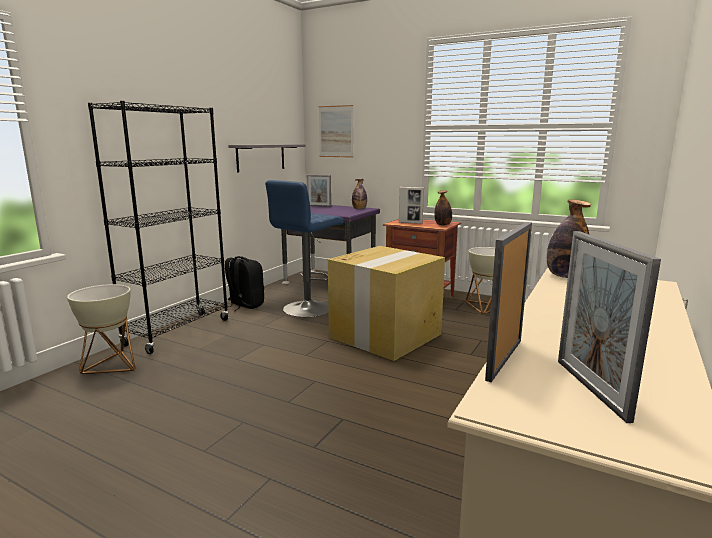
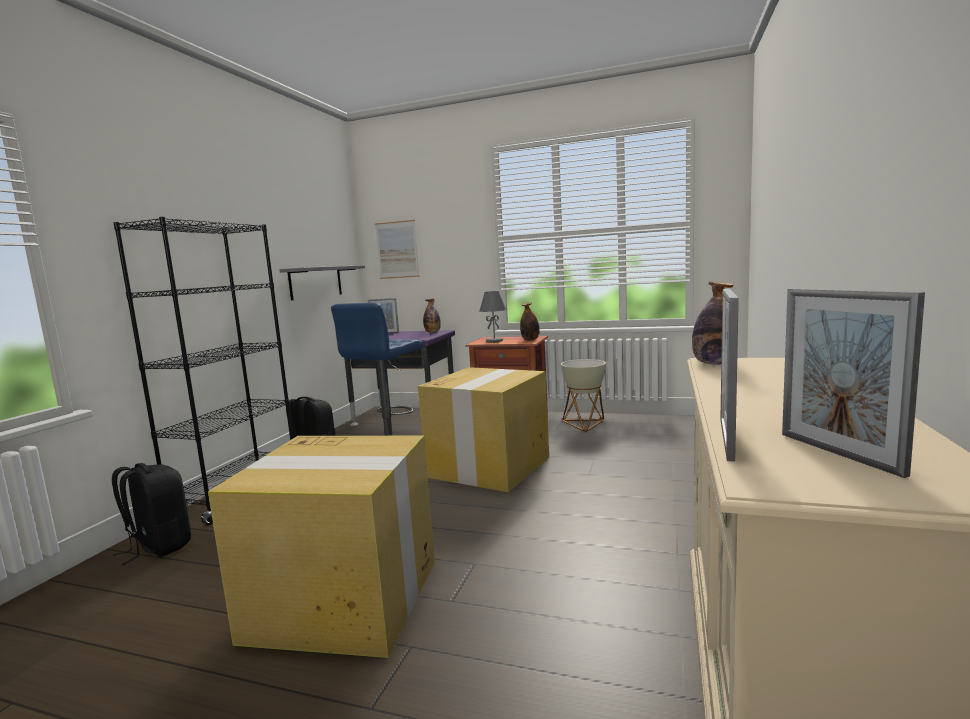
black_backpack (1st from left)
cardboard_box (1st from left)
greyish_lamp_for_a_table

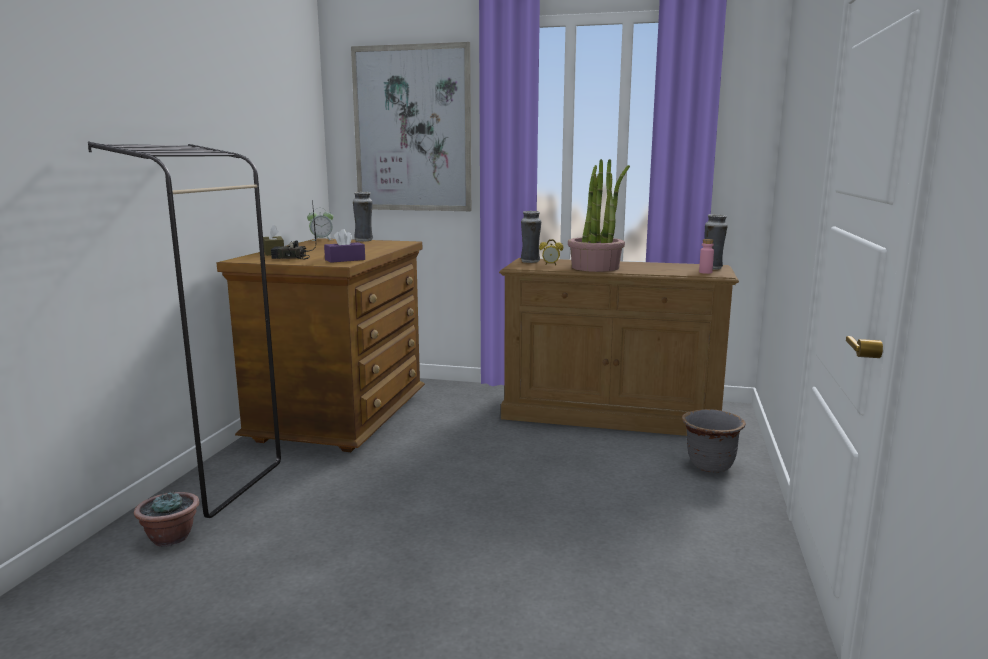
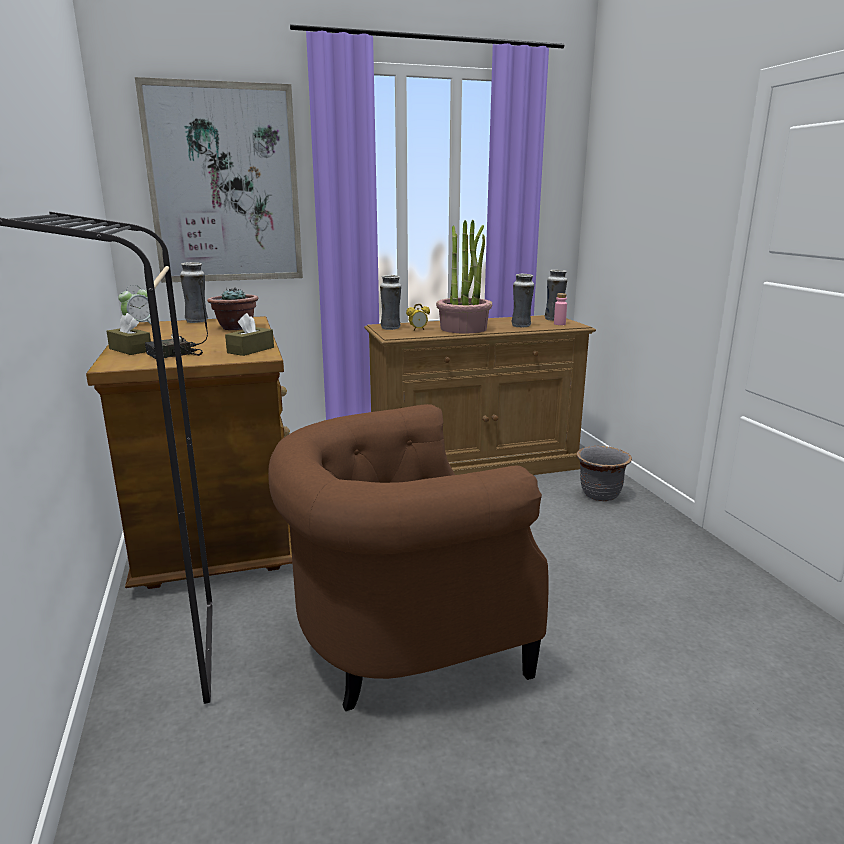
houseplant (1st from left)
brown_tissue_holder (2nd from left)
brown_armchair
decorative_vase (3rd from left)

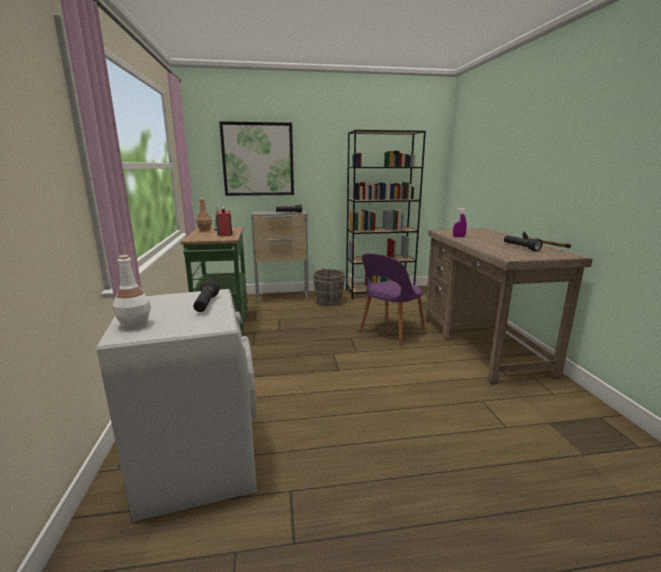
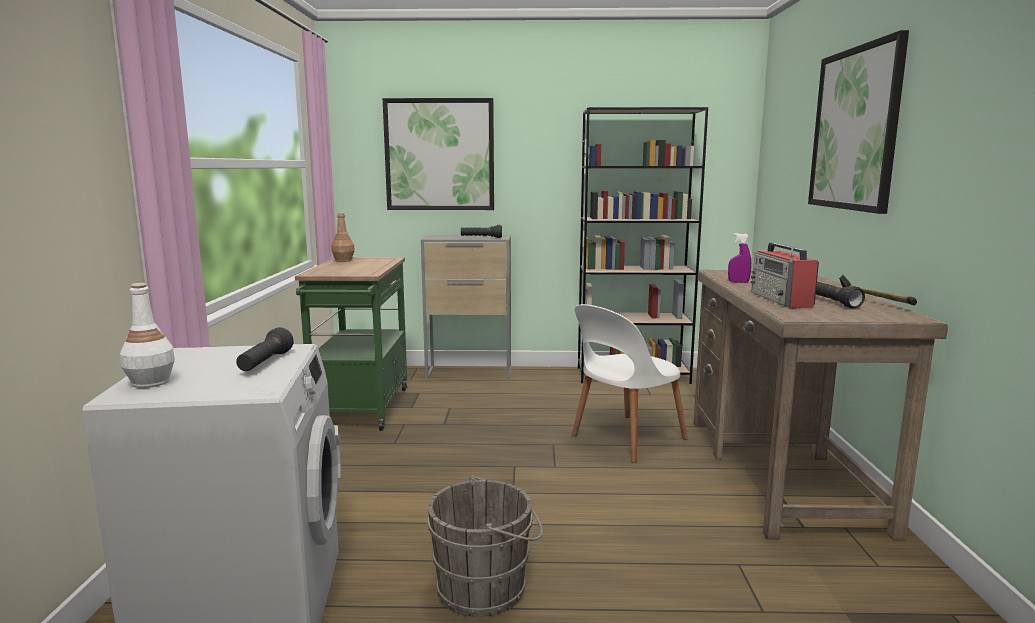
greyish_water_bucket
white_upright_chair
radio
wall_art (2nd from left)

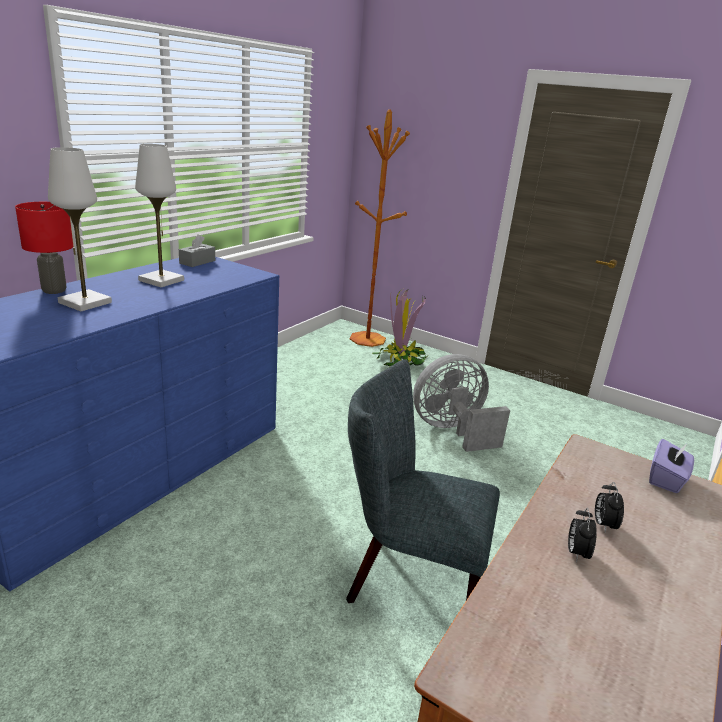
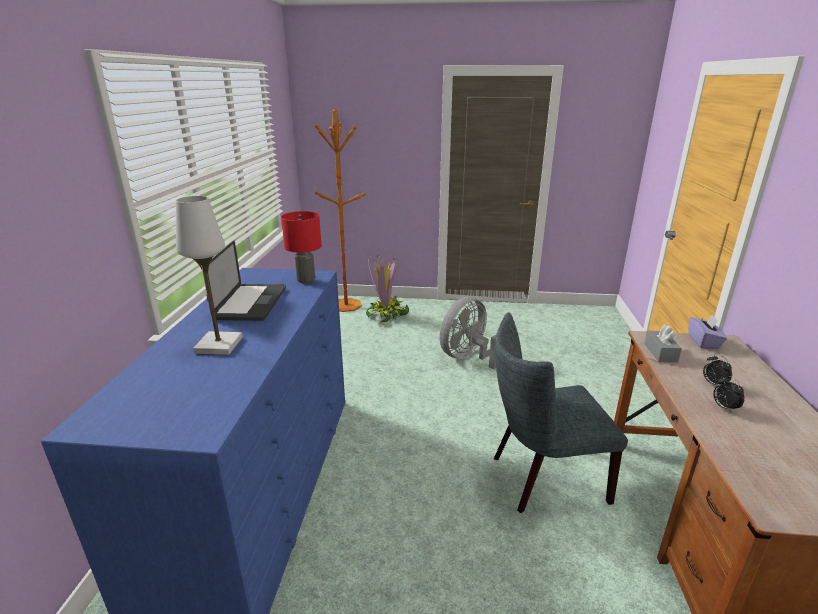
laptop
red_lamp_for_a_table
greyish_tissue_holder

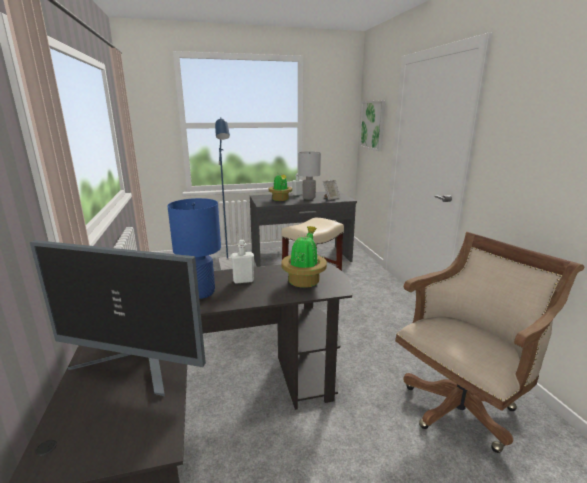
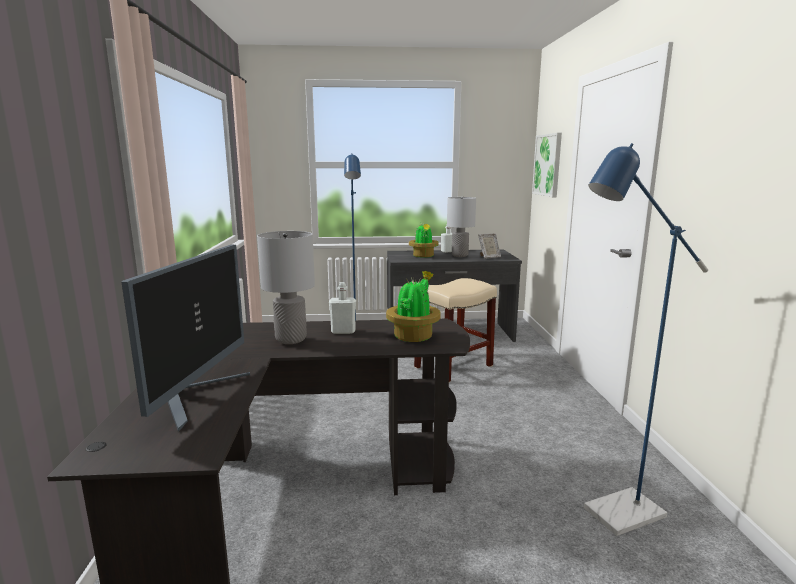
computer_screen
greyish_lamp_for_a_table (1st from left)
blue-coloured_standard_lamp (2nd from left)

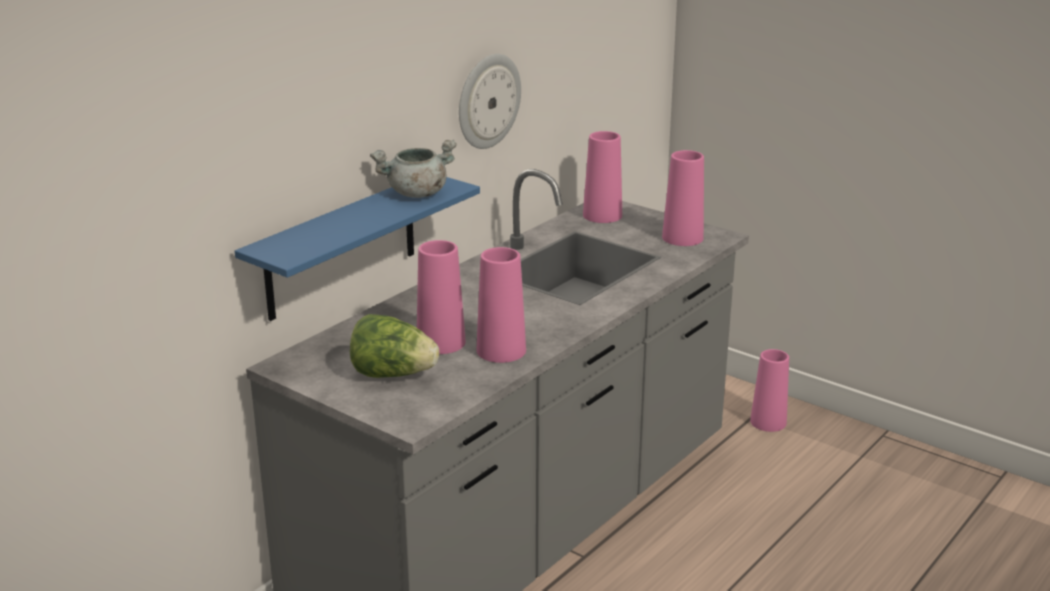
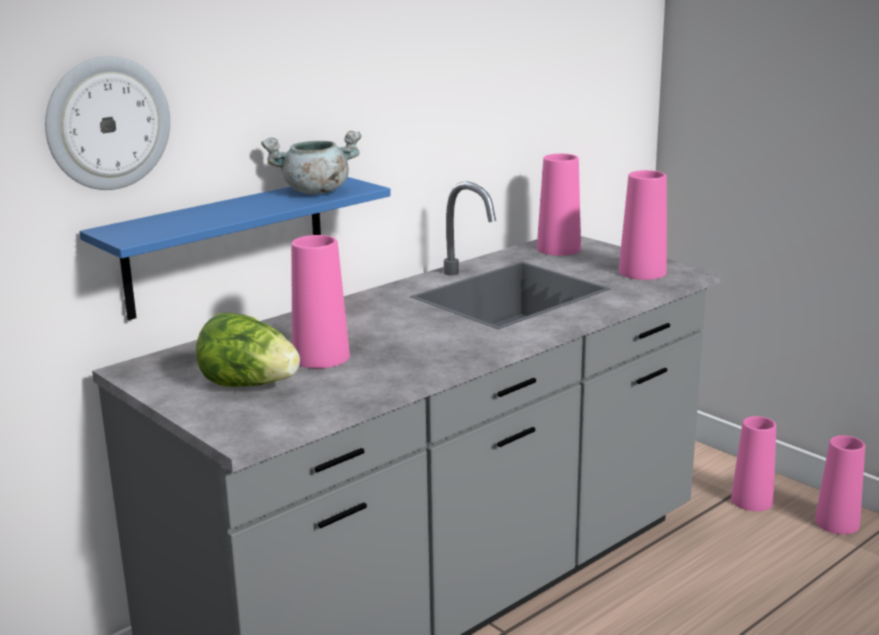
hanging_clock
pink-coloured_decorative_vase (5th from left)

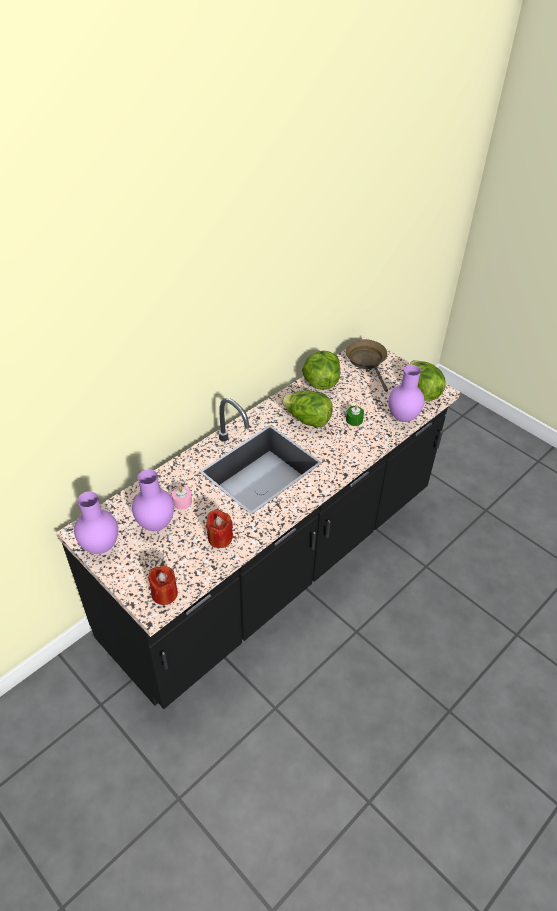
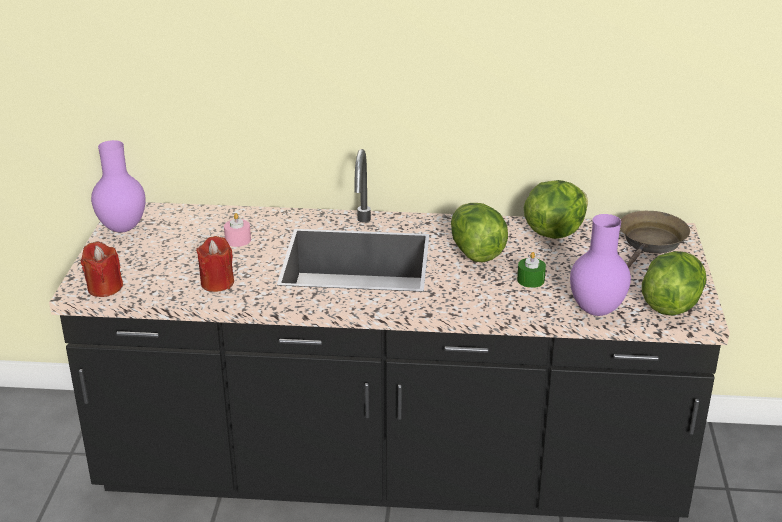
purplish_decorative_vase (2nd from left in the first image)

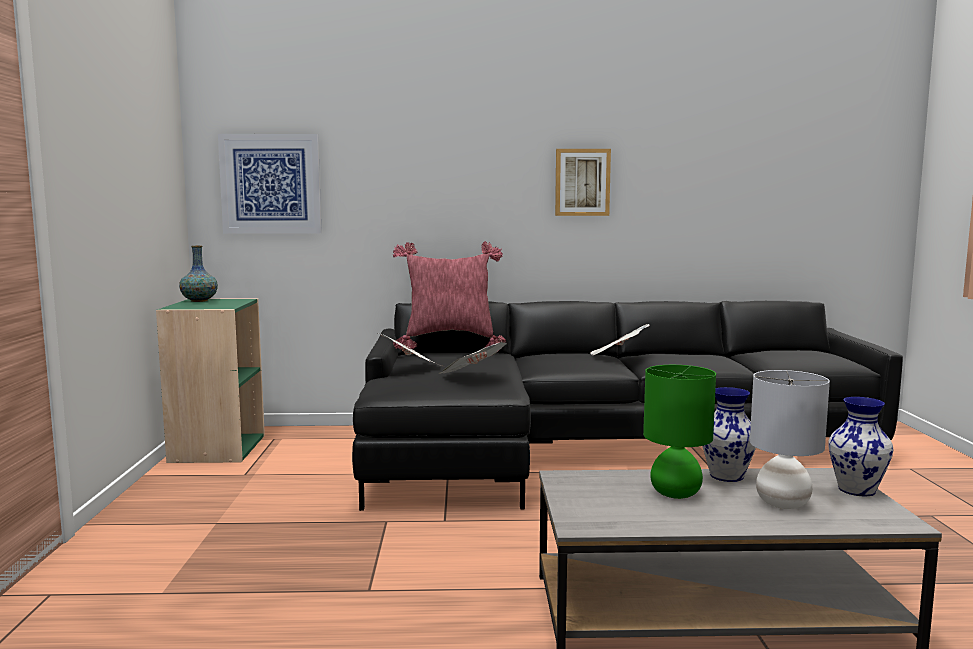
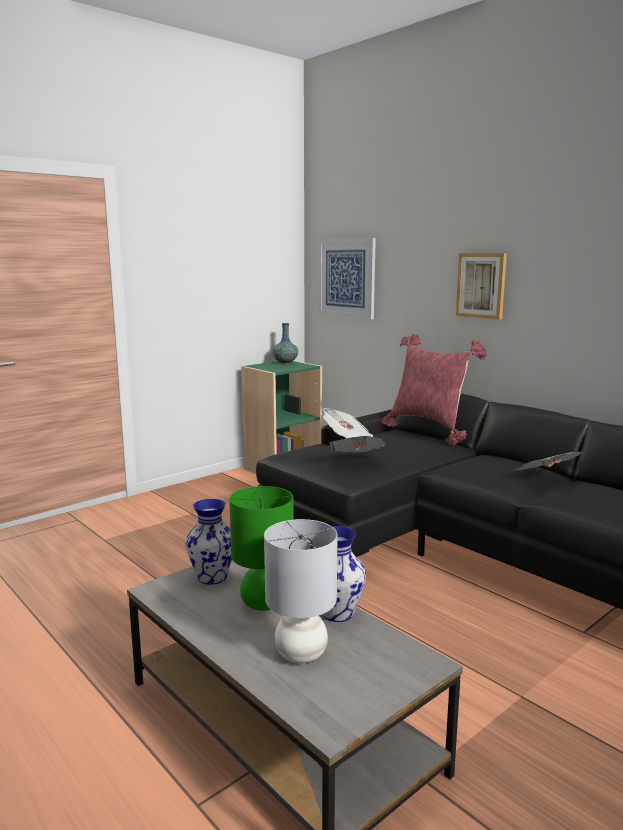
decorative_vase (1st from left)
wall_art (2nd from left)

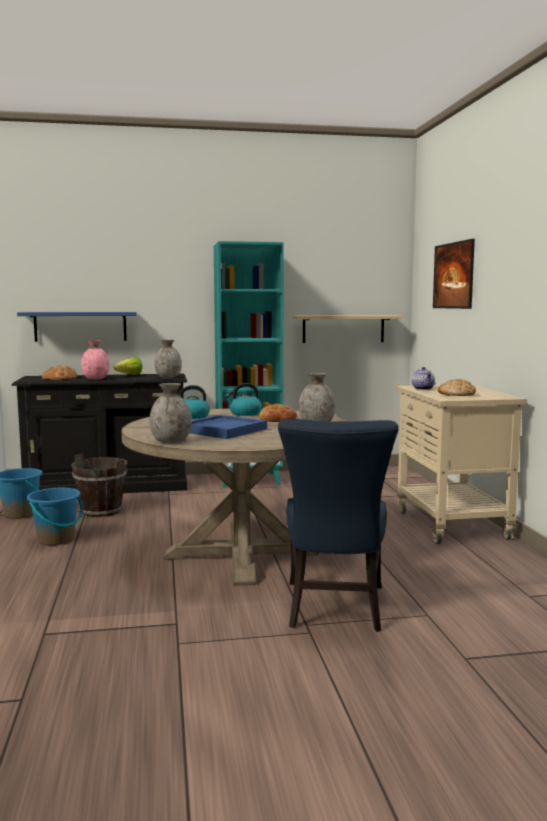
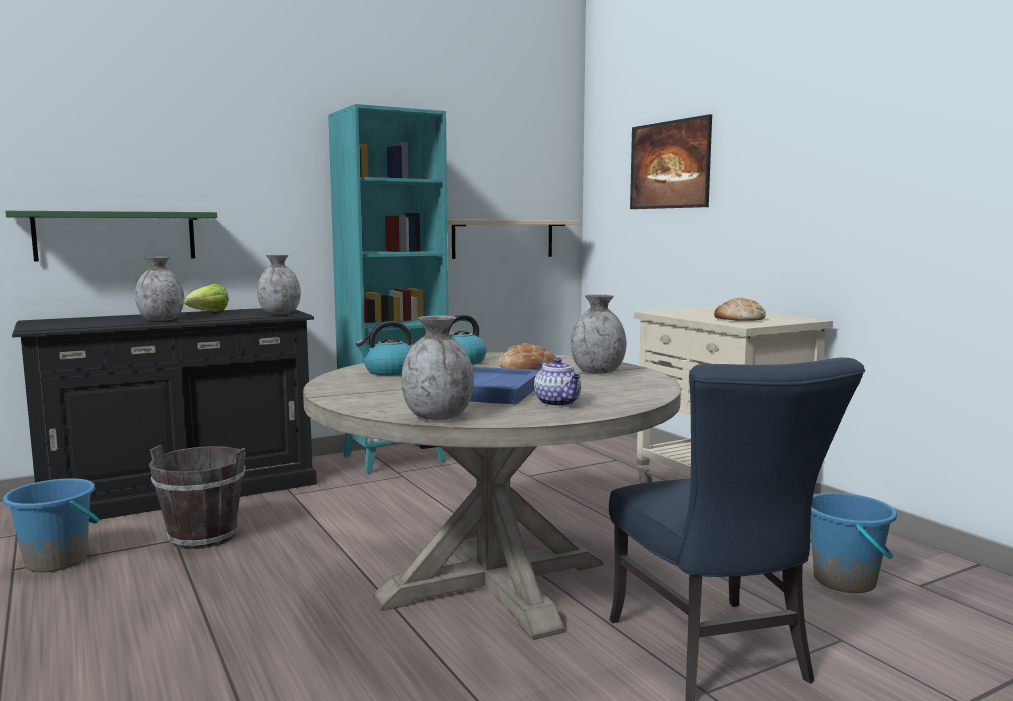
greenish_shelf
greyish_decorative_vase (1st from left)
tea_pot
blue-coloured_water_bucket (2nd from left)
bread (1st from left in the first image)

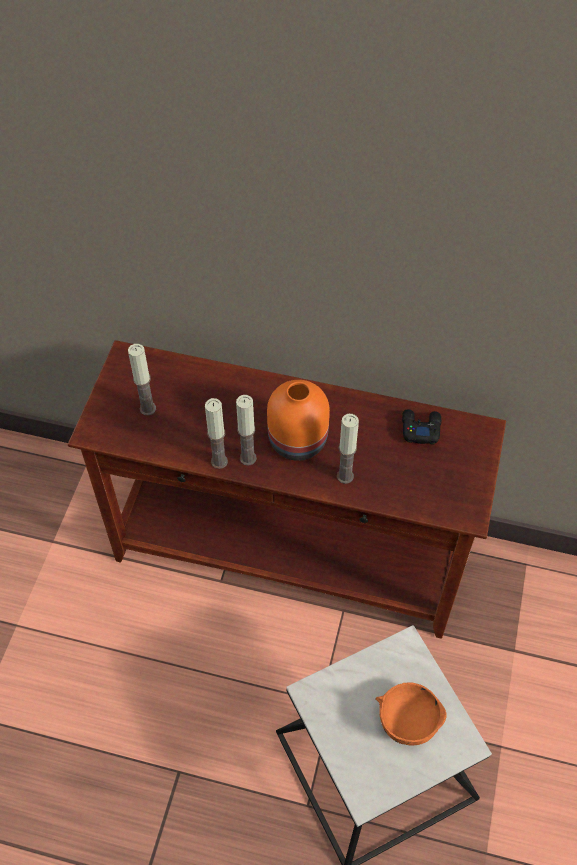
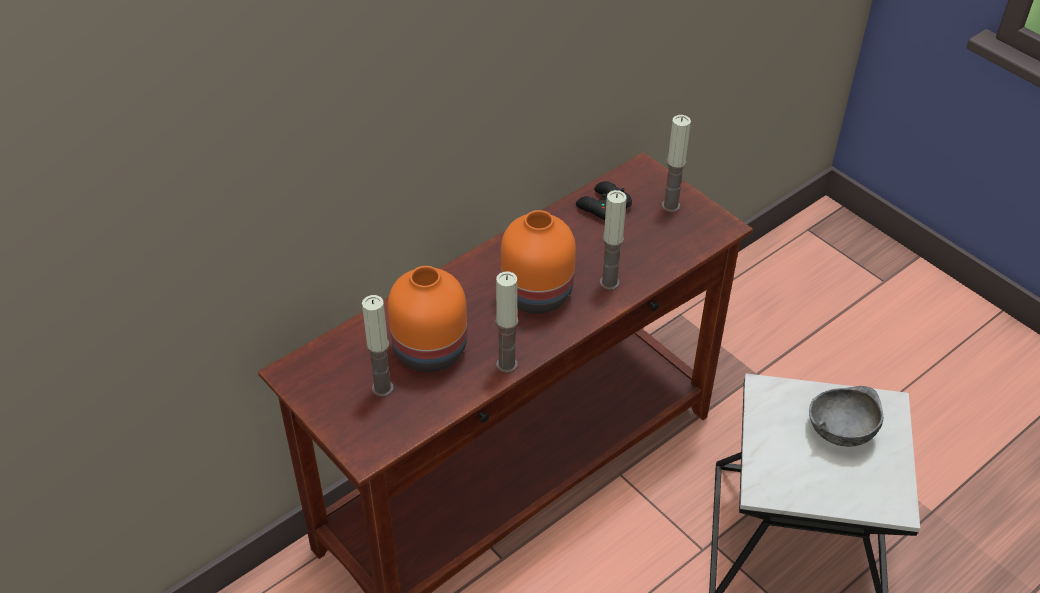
orange_decorative_vase (1st from left)
wax_candle (4th from left)
greyish_serving_bowl

